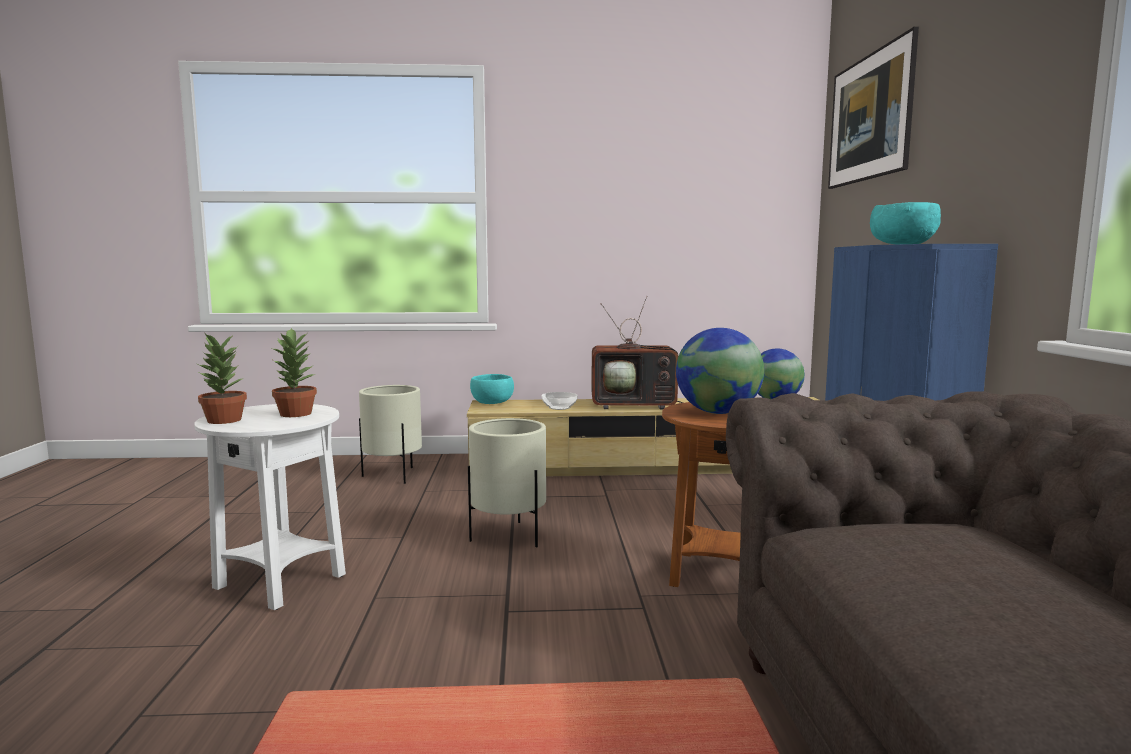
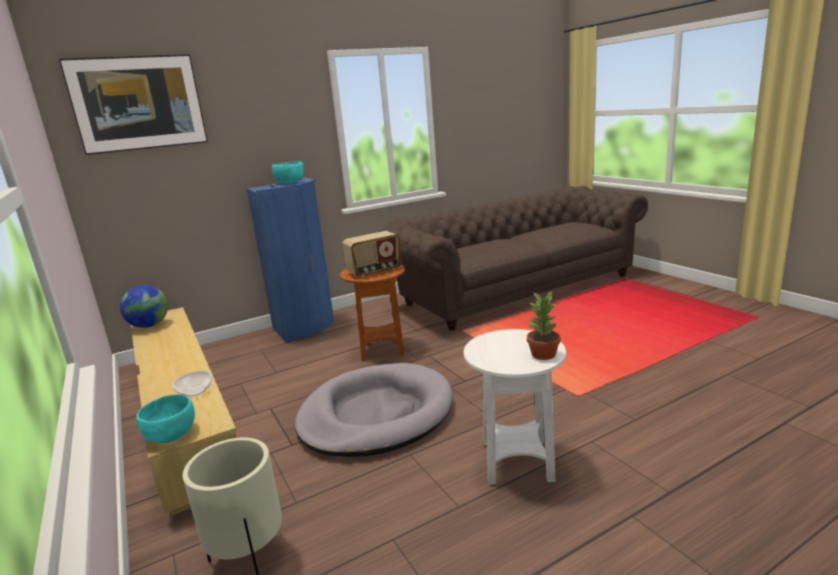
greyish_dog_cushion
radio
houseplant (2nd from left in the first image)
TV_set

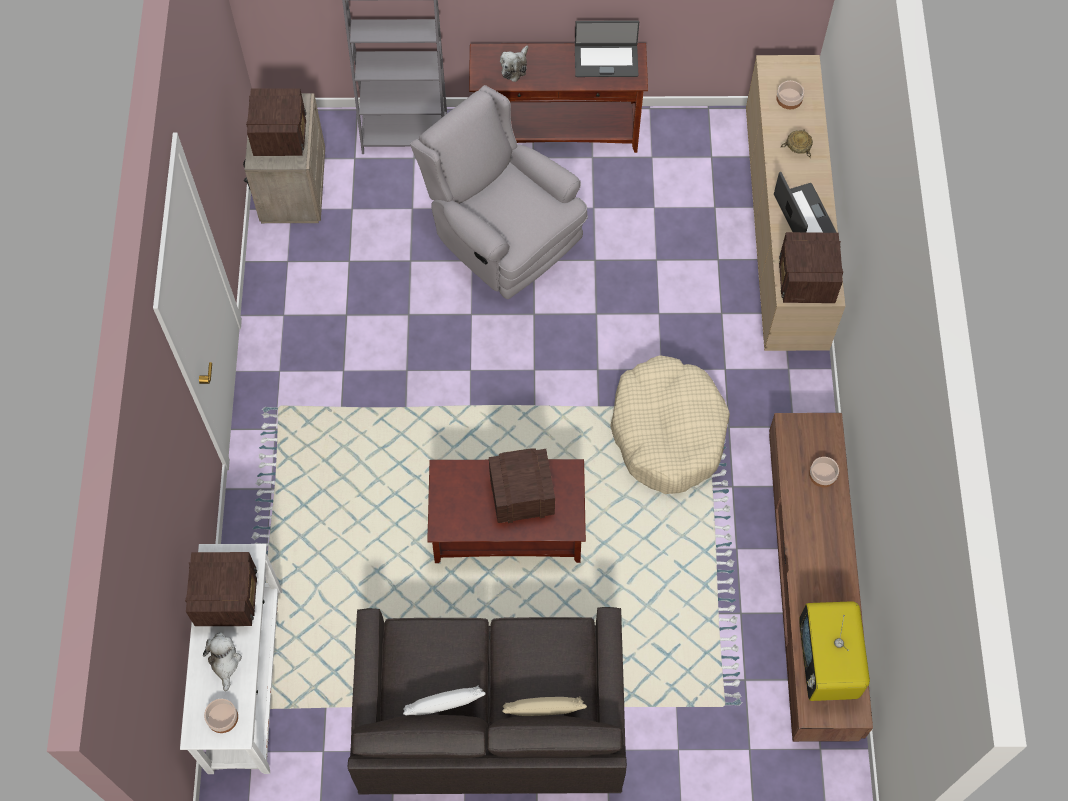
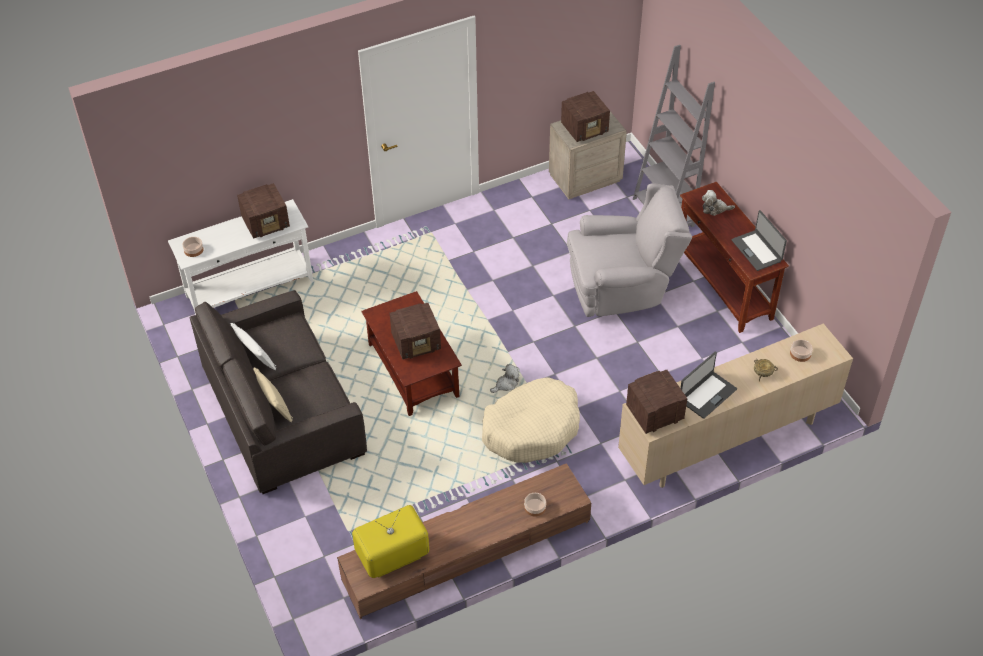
radio (2nd from left)
plush_toy (1st from left)
greyish_armchair

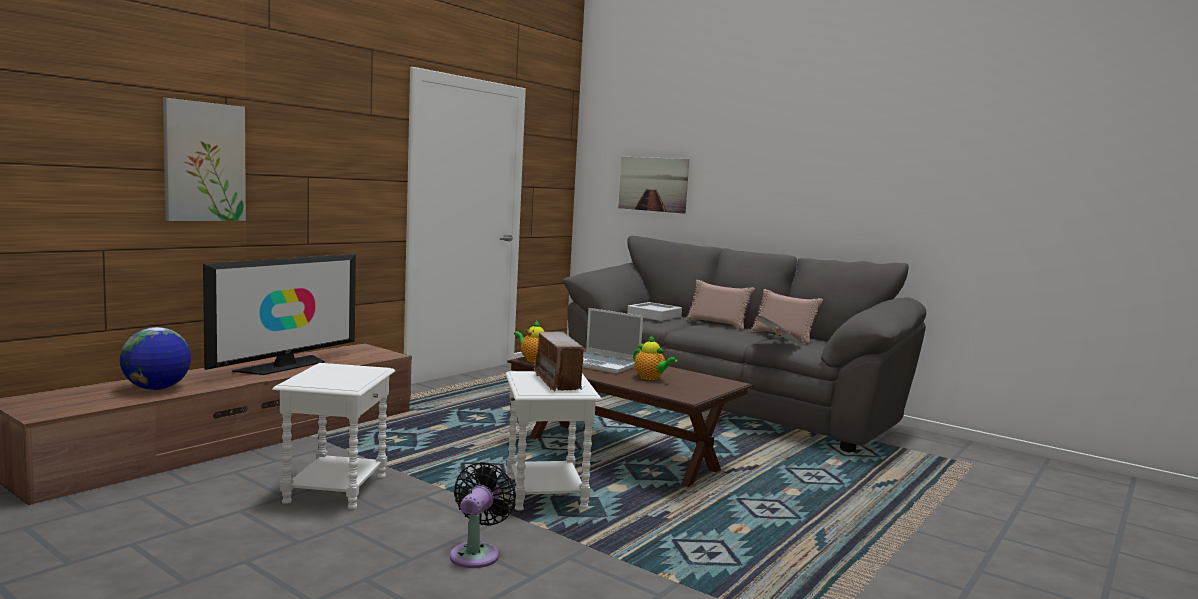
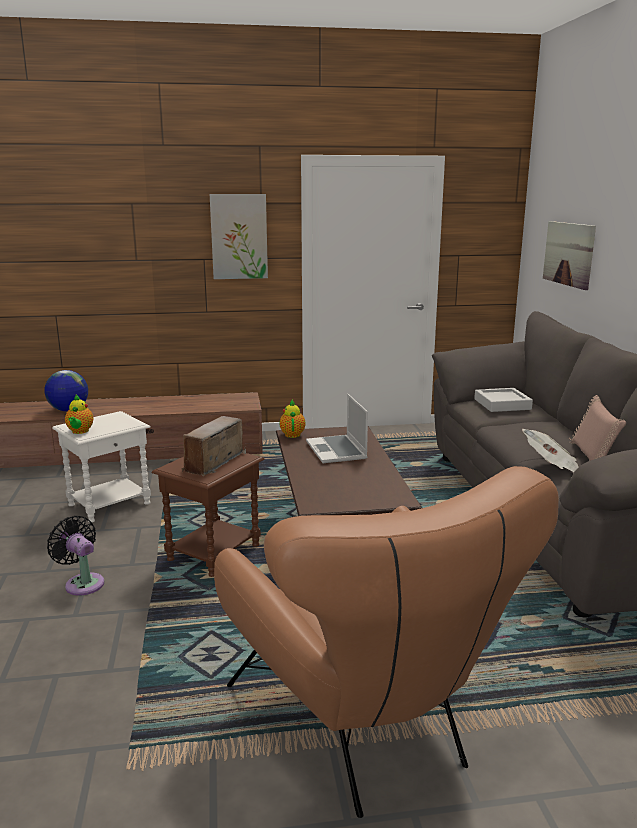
black_fan
tea_pot (1st from left)
brown_accent_table
wall_art (1st from left)
brown_armchair
TV_set
beige-coloured_throw_pillow (1st from left in the first image)

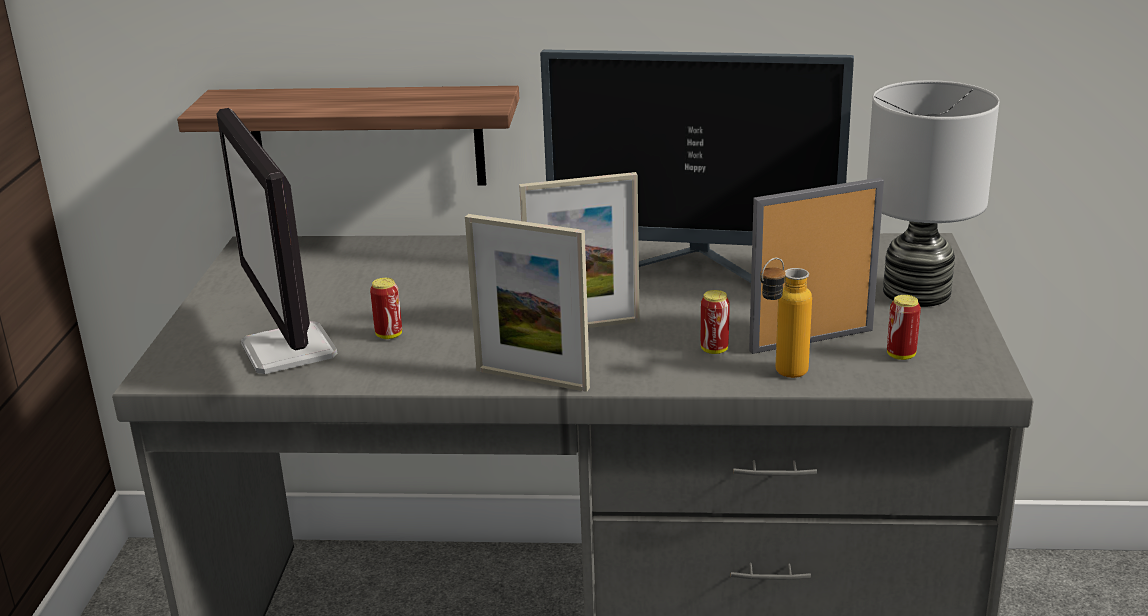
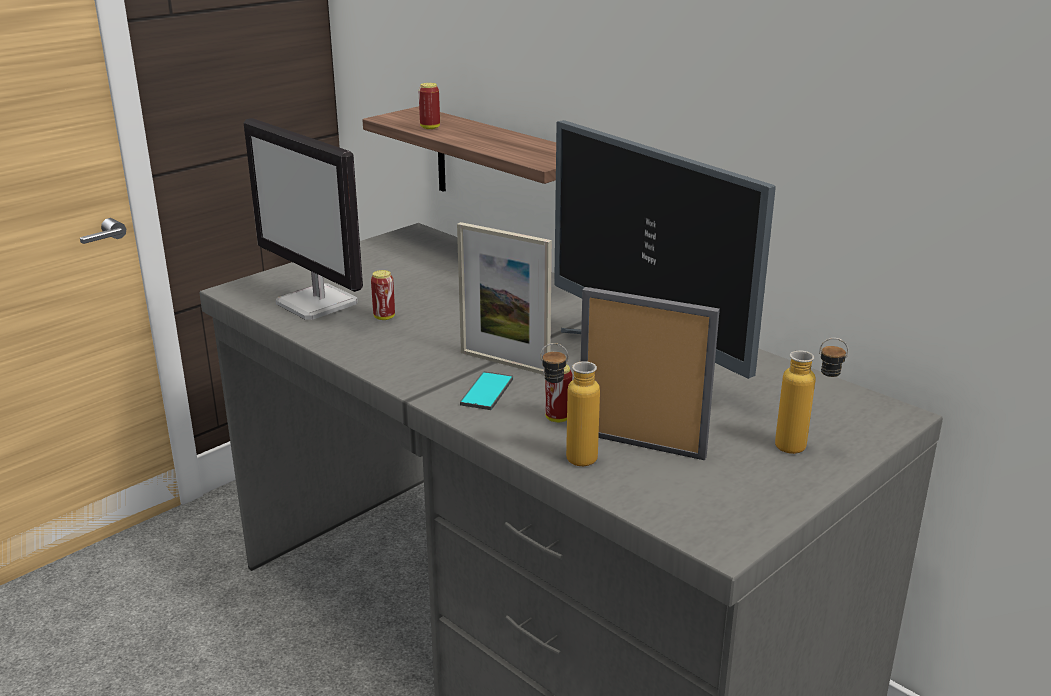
computer_screen (1st from left)
metal_can (2nd from left)
phone
bottle (2nd from left)
standing_frame (1st from left in the first image)

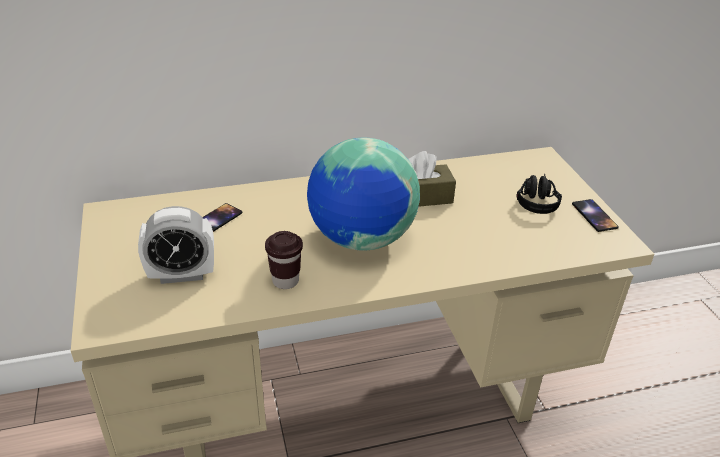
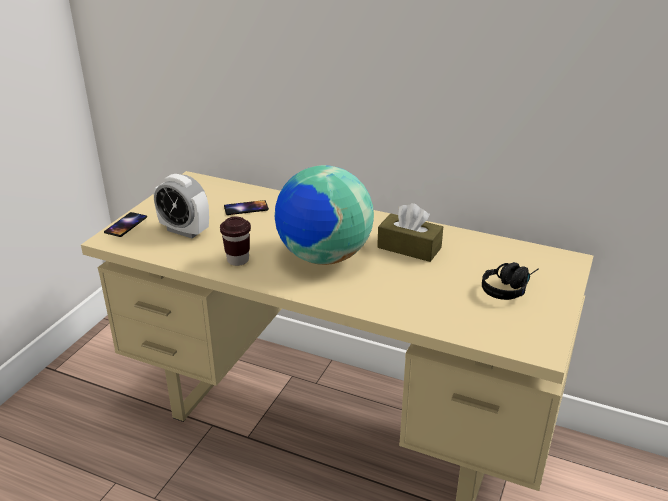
phone (1st from left)

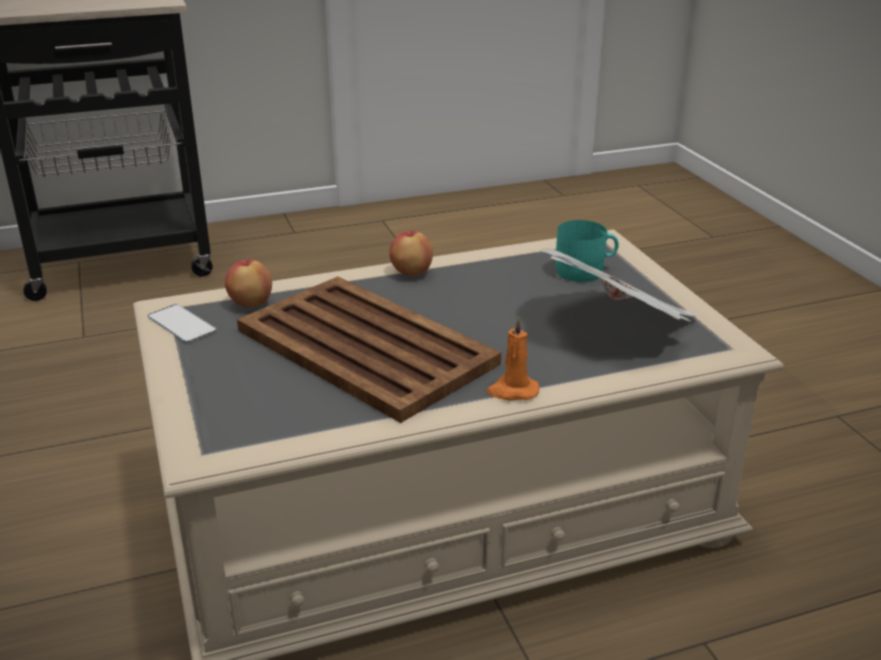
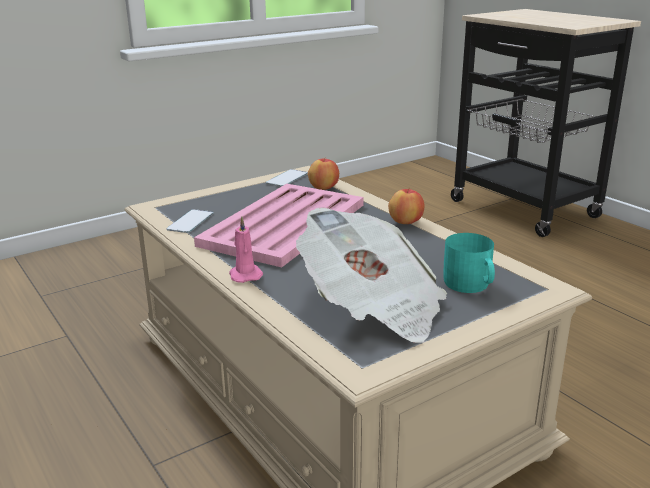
phone (1st from left)
pink-coloured_serving_tray
pink-coloured_wax_candle

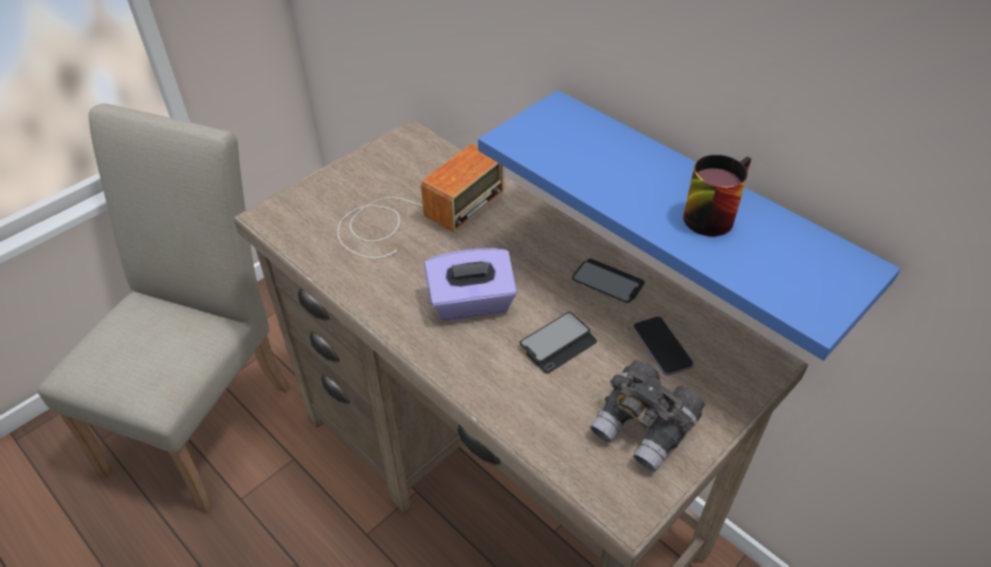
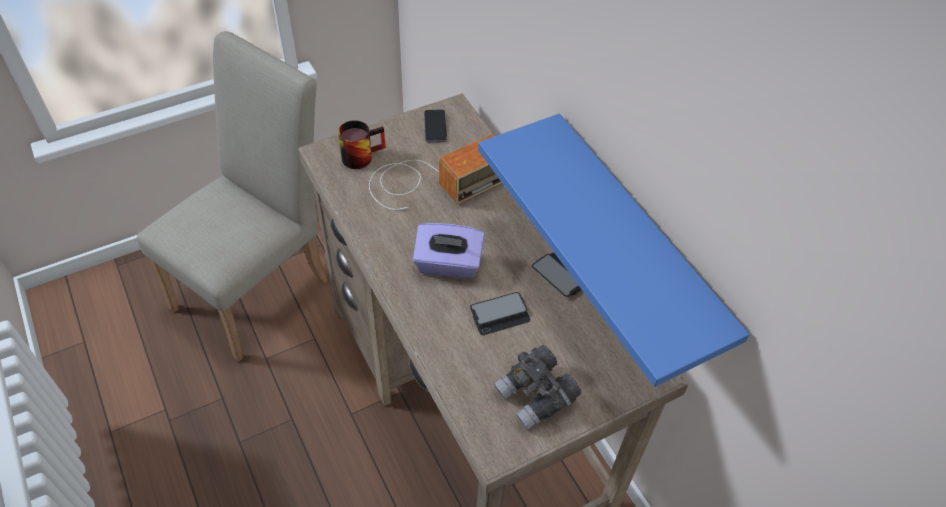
coffee_mug
phone (1st from left)

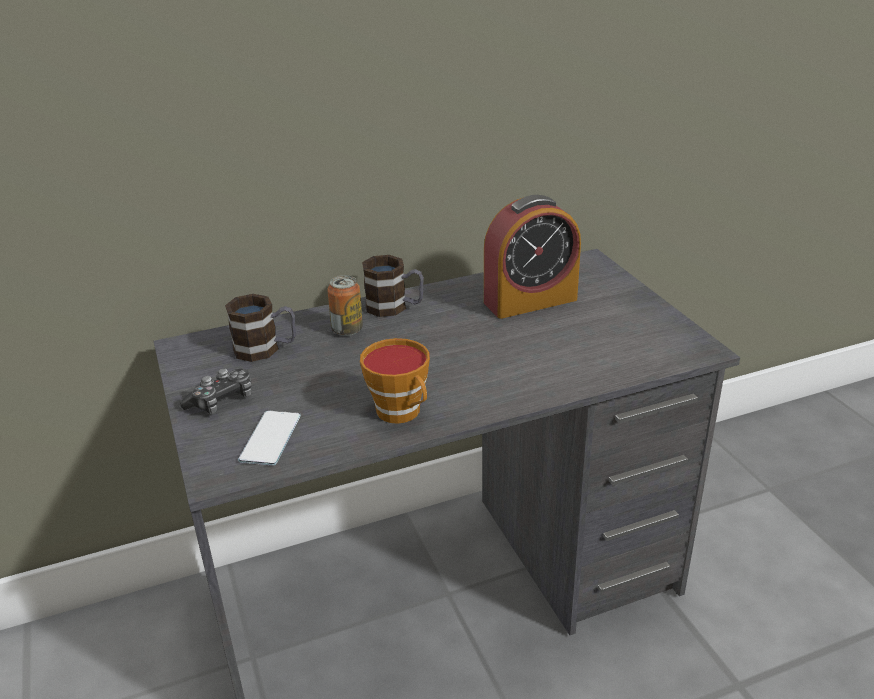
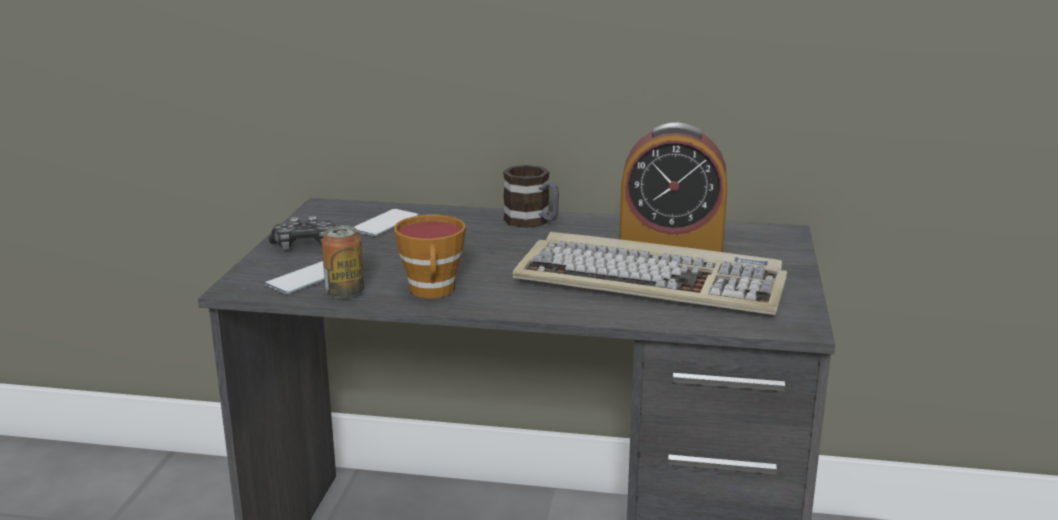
metal_can
phone (2nd from left)
keyboard

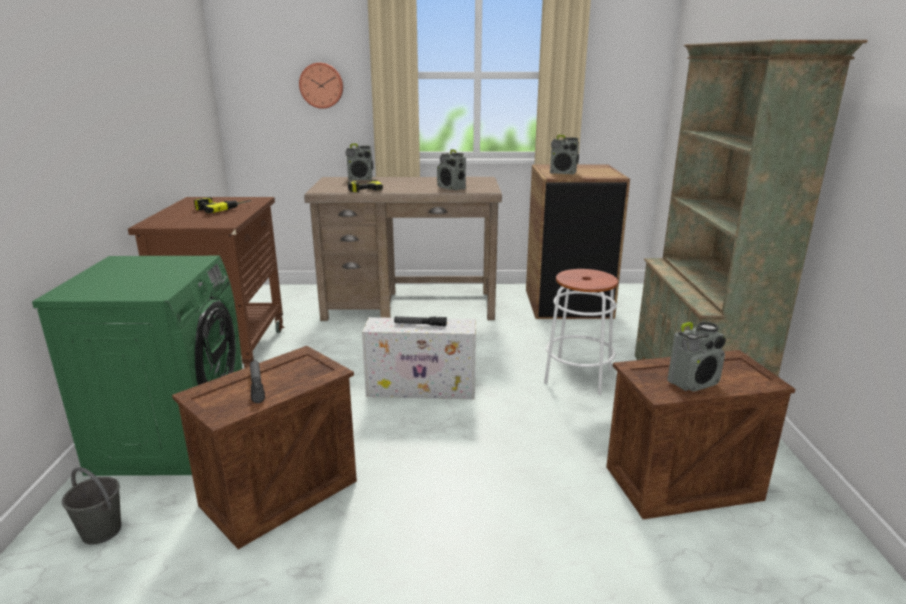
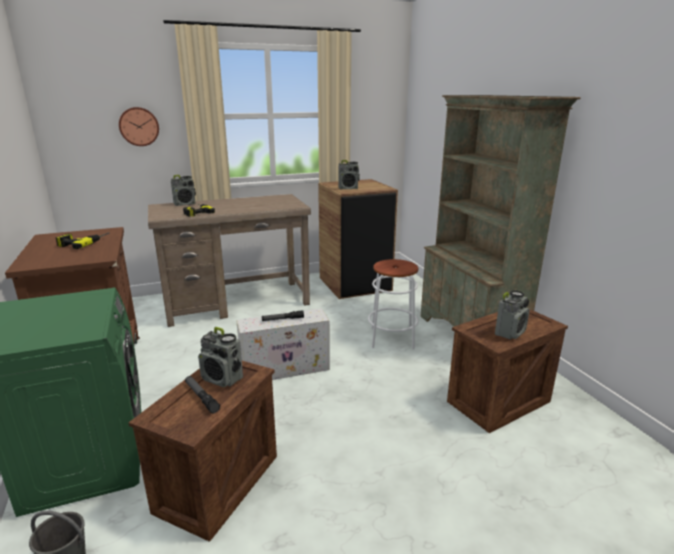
radio (2nd from left)

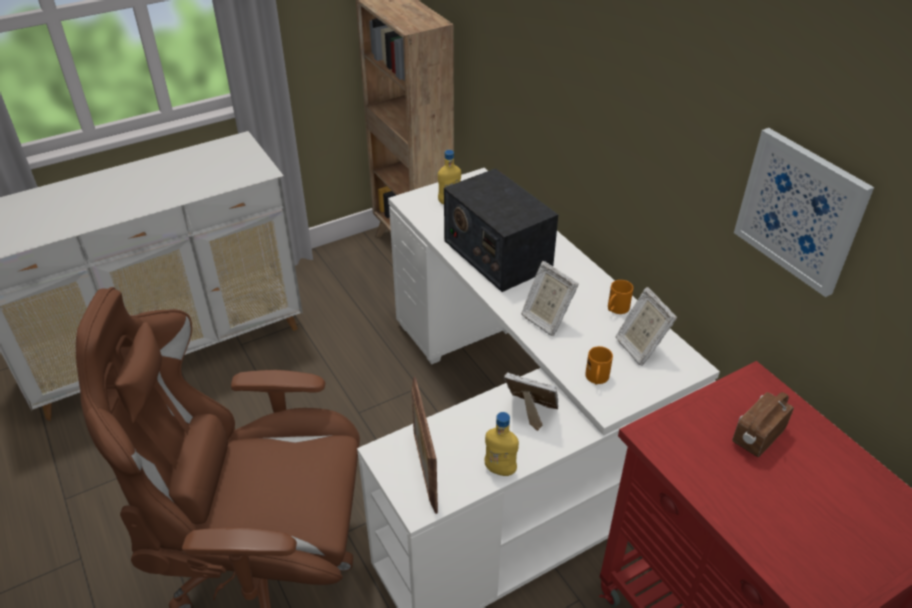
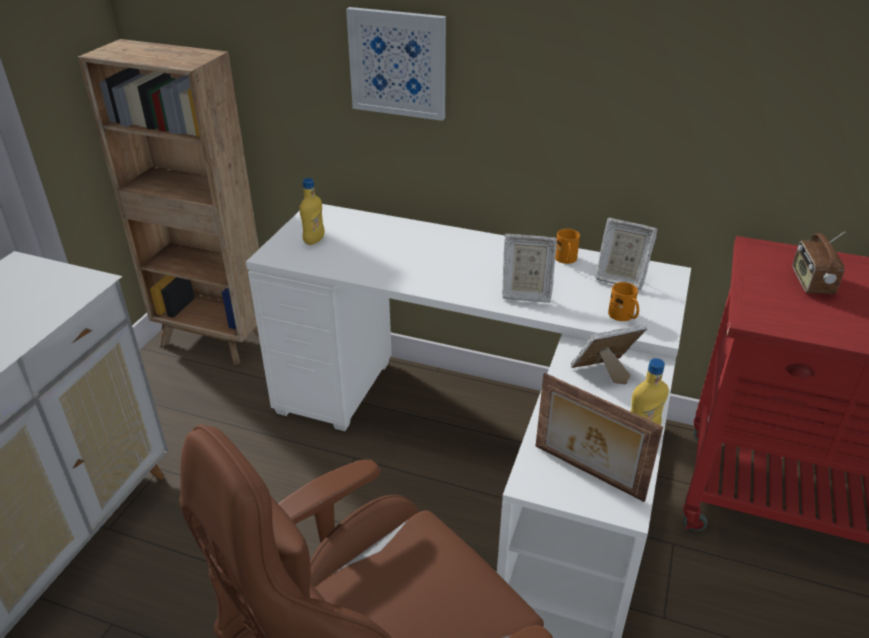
wall_art
radio (1st from left in the first image)

